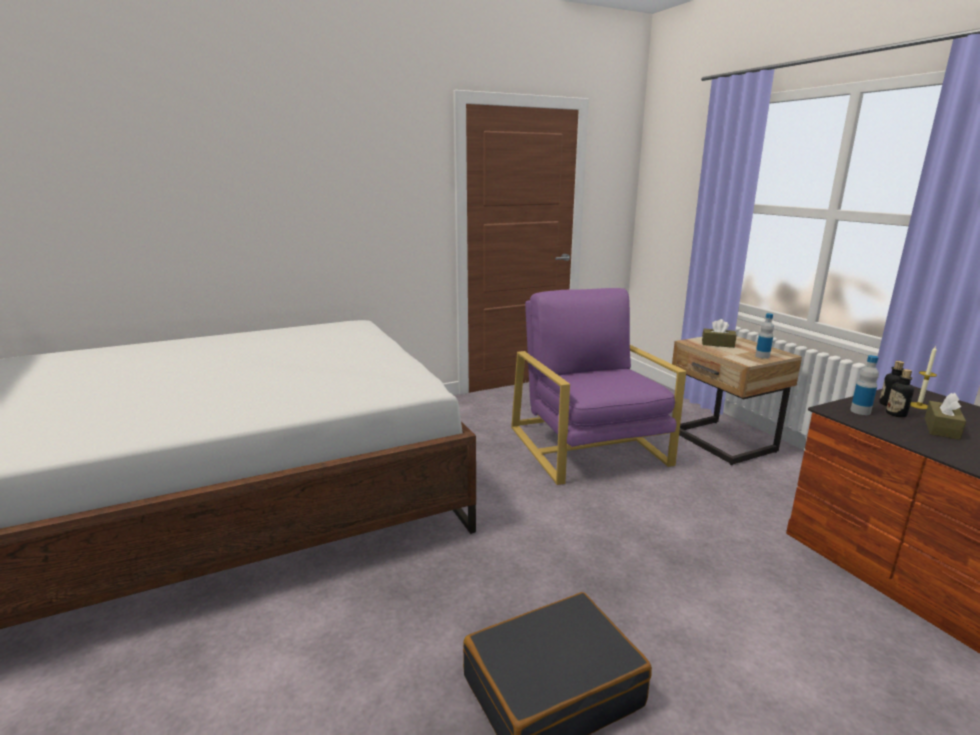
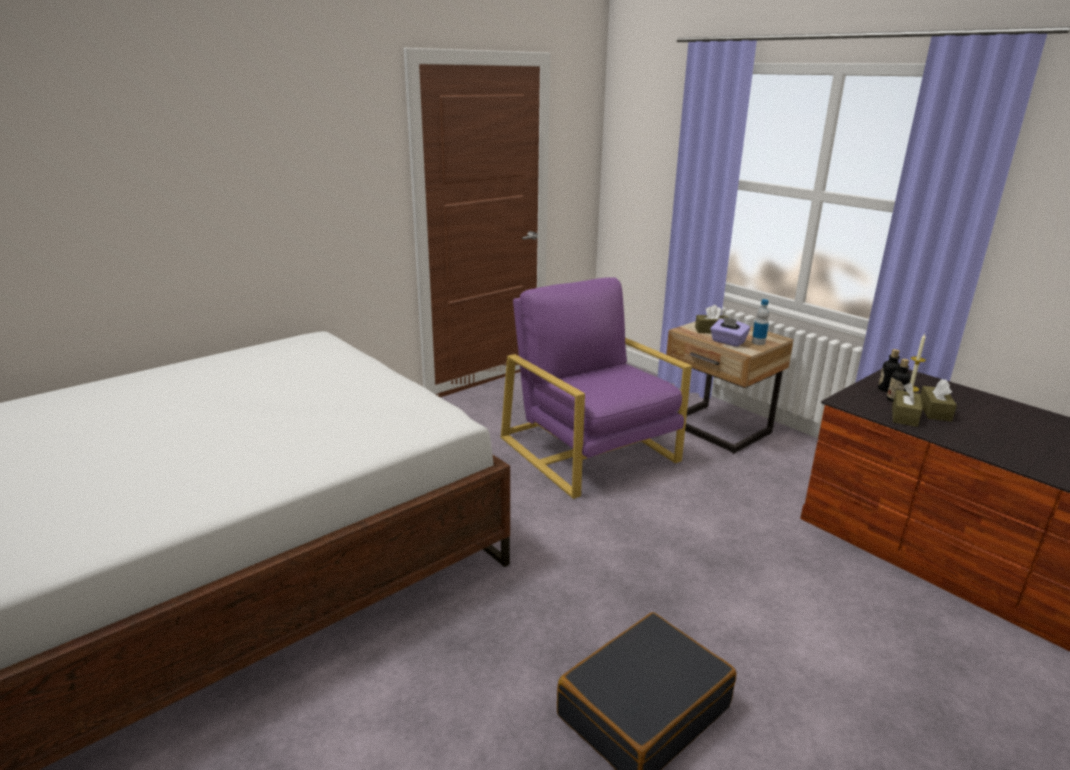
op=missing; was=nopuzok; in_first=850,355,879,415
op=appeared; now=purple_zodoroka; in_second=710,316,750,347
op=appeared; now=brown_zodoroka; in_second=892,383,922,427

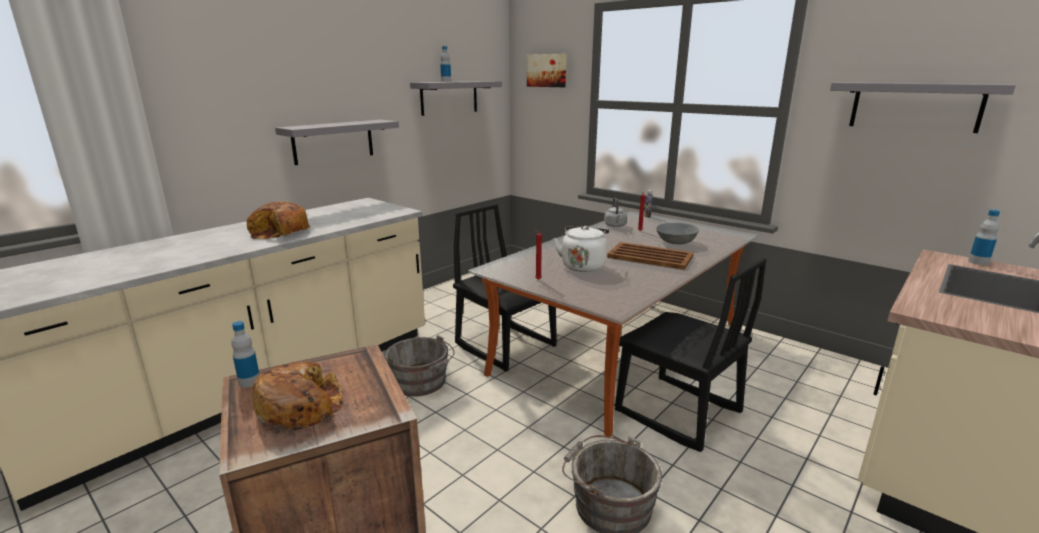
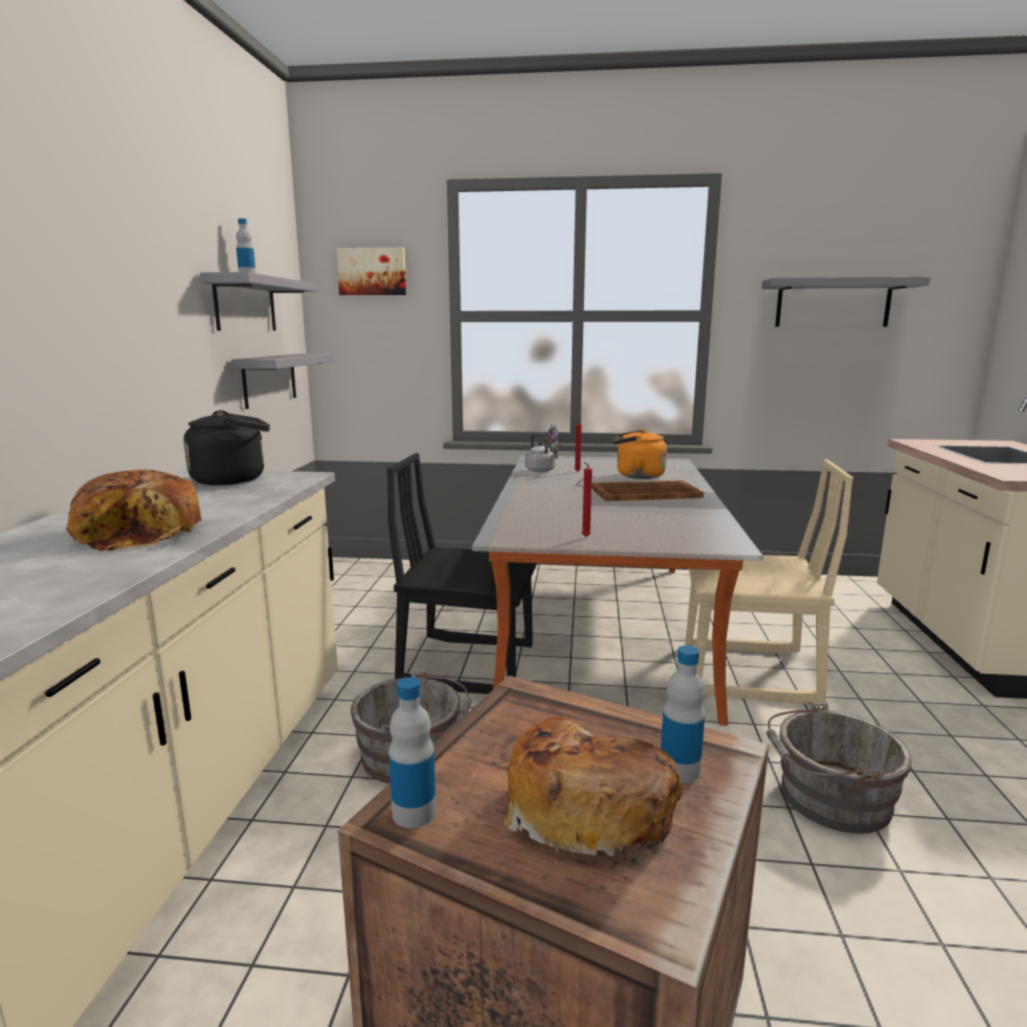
op=missing; was=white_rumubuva; in_first=553,226,609,272
op=appeared; now=black_rumubuva; in_second=184,410,270,485
op=relocated; was=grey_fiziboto; in_first=275,120,399,165; in_second=231,354,335,409
op=relocated; was=nopuzok; in_first=968,210,1000,265; in_second=661,645,705,783
op=exchanged; was=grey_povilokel; now=orange_rumubuva; in_first=656,223,699,244; in_second=612,429,667,479
op=colour; was=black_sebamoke; now=beige_sebamoke; in_first=615,258,767,452; in_second=686,459,853,704

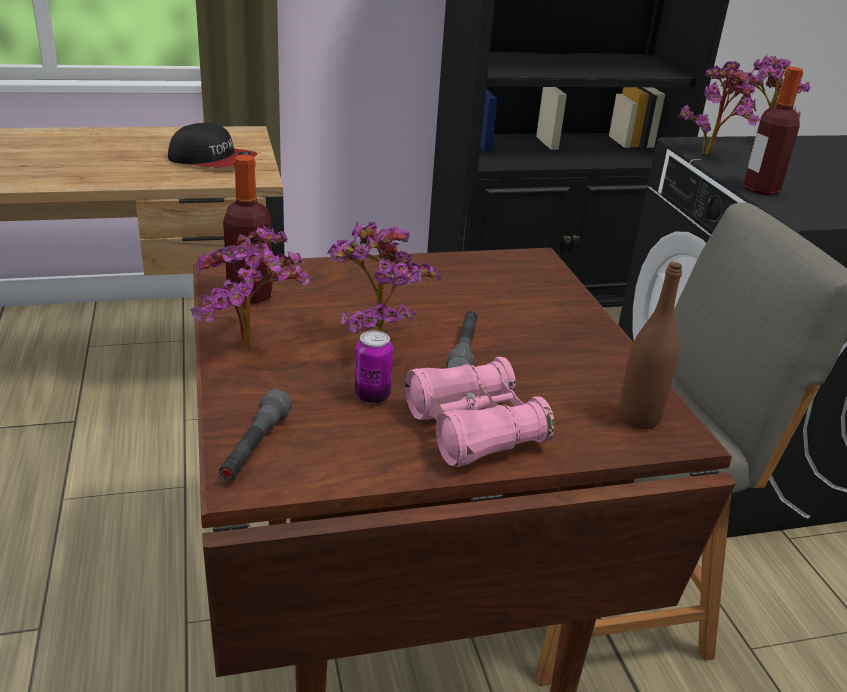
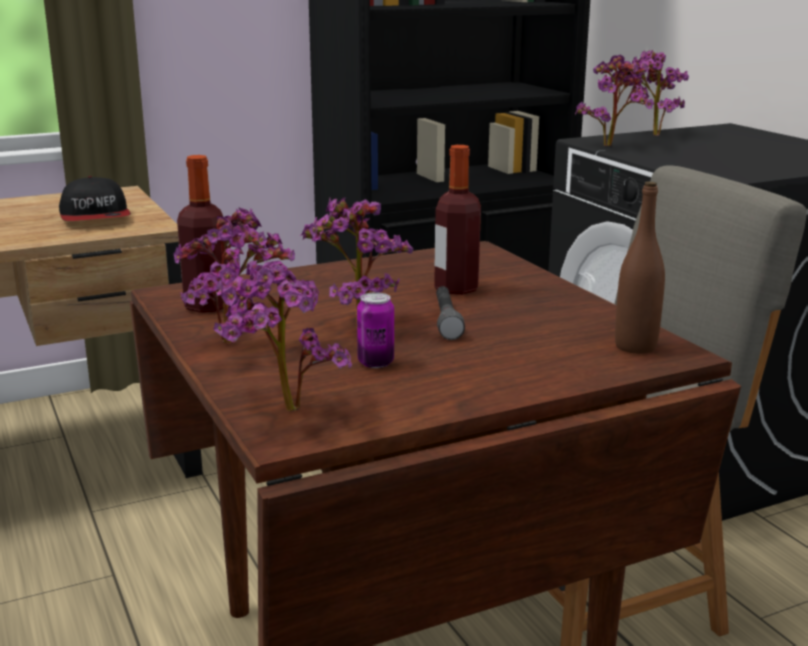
op=missing; was=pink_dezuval; in_first=405,357,555,467
op=relocated; was=nopuzok; in_first=743,67,803,195; in_second=434,145,481,295
op=exchanged; was=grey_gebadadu; now=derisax; in_first=219,389,292,480; in_second=213,261,352,412
op=spun; was=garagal; in_first=168,123,258,167; in_second=59,176,131,221; clockwise=60

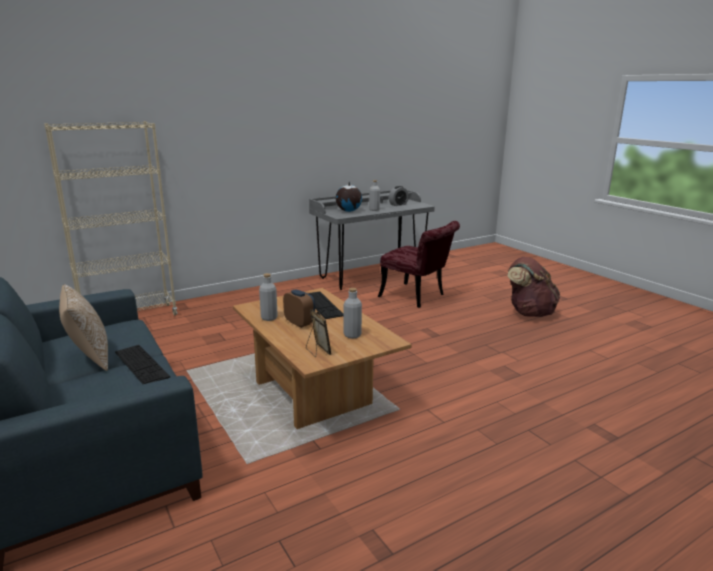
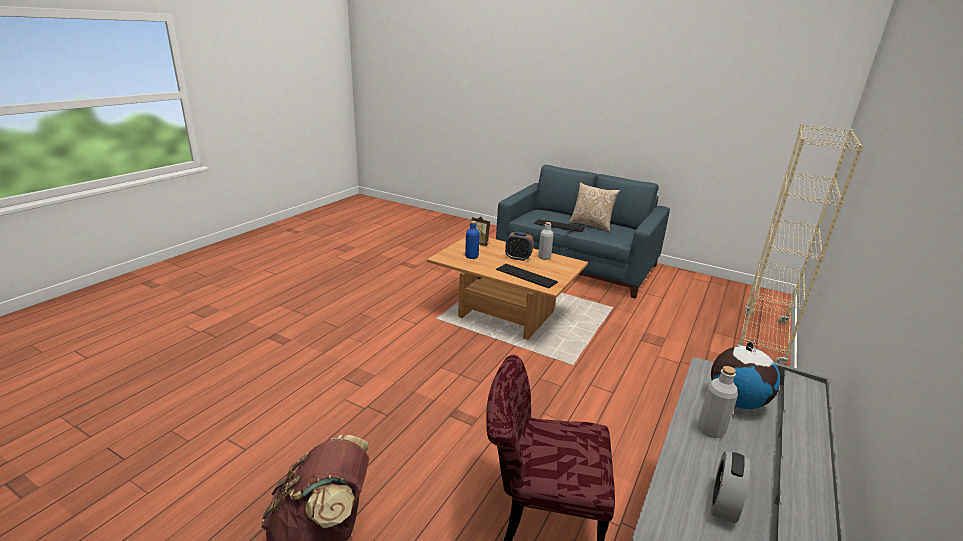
op=colour; was=grey_nopuzok; now=blue_nopuzok; in_first=344,288,362,339; in_second=465,221,480,259

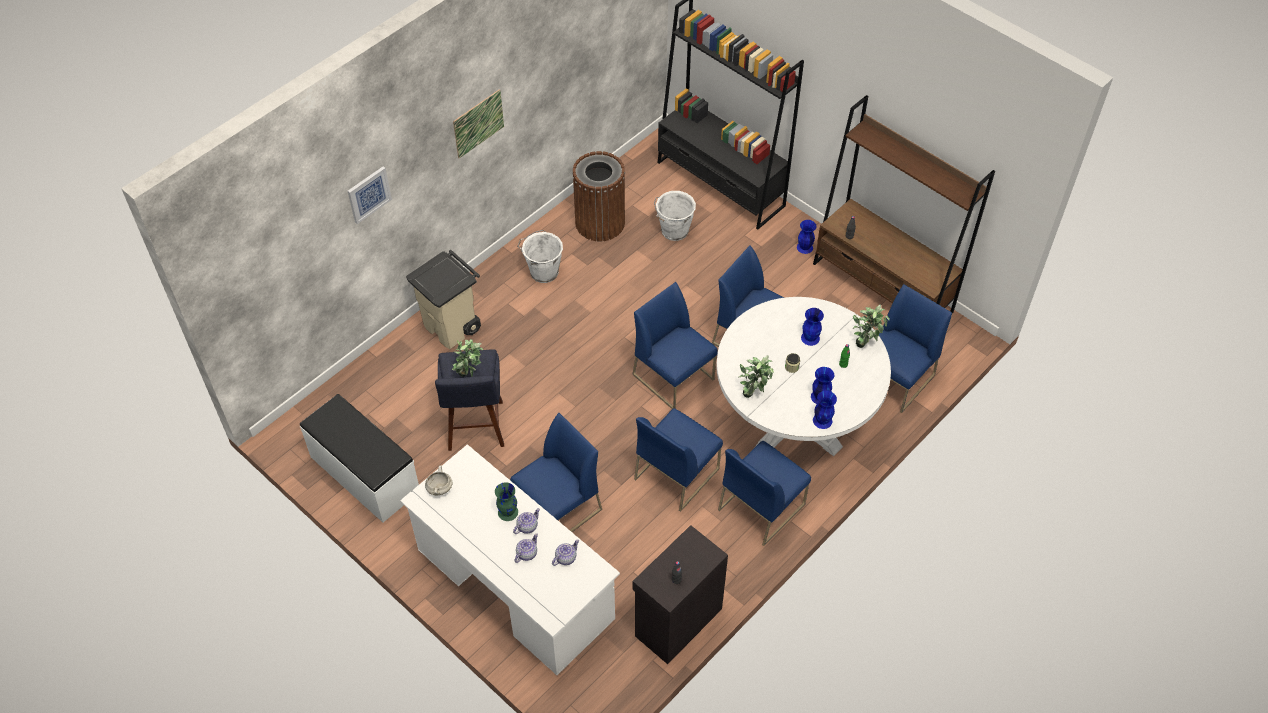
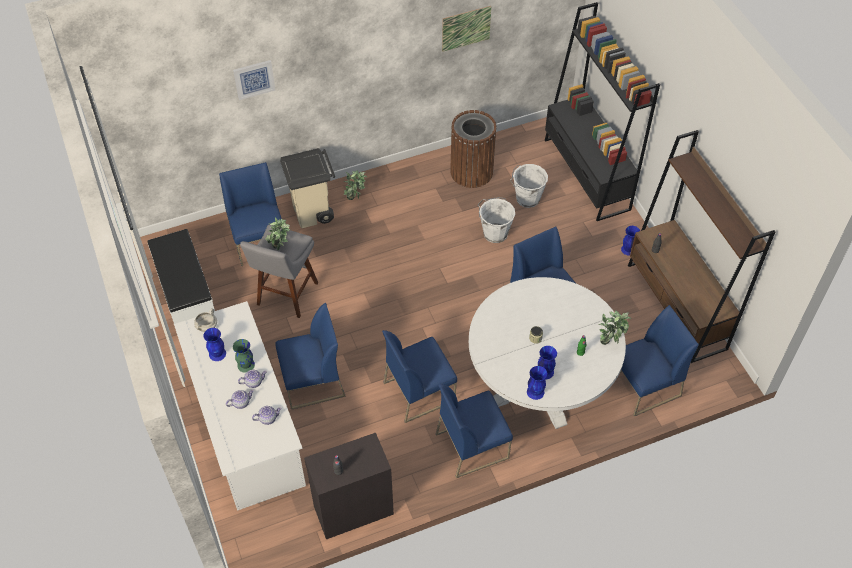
op=relocated; was=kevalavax; in_first=453,89,504,158; in_second=442,6,491,52
op=relocated; was=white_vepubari; in_first=517,230,563,283; in_second=477,197,515,243
op=relocated; was=blue_sebamoke; in_first=632,282,718,409; in_second=219,162,282,266
op=relocated; was=derisax; in_first=738,355,774,398; in_second=343,170,367,200
op=relocated; was=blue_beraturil; in_first=801,308,824,346; in_second=203,328,226,361
op=colour; was=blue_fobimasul; now=grey_fobimasul; in_first=435,349,504,451; in_second=240,225,318,318

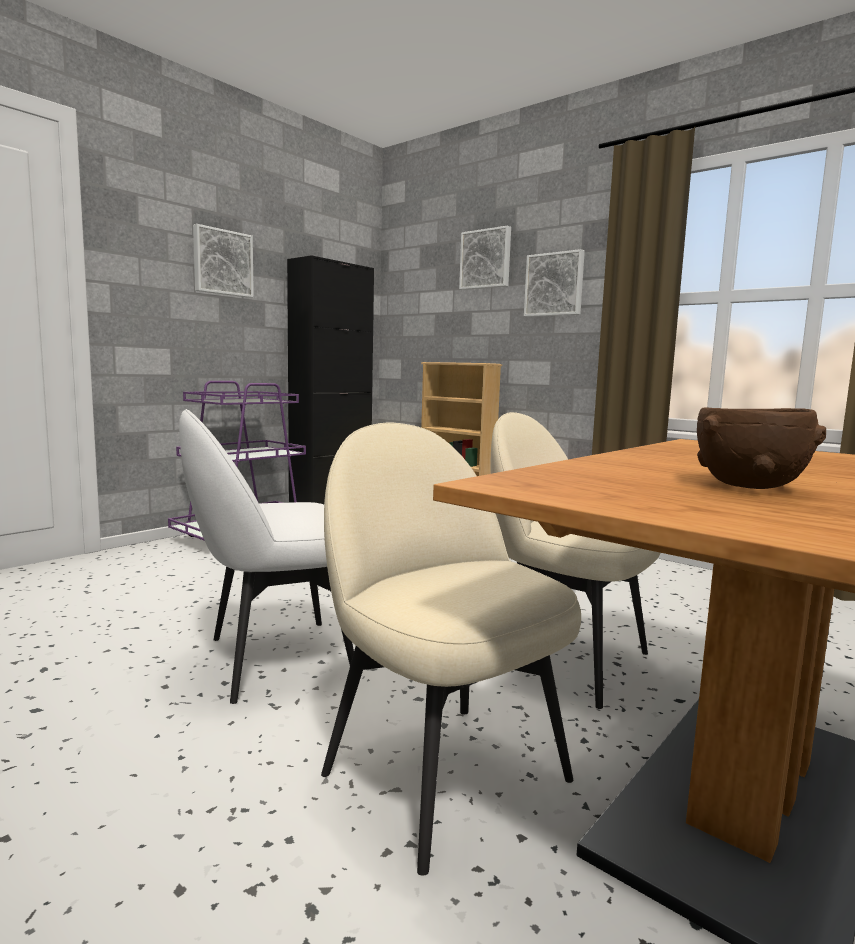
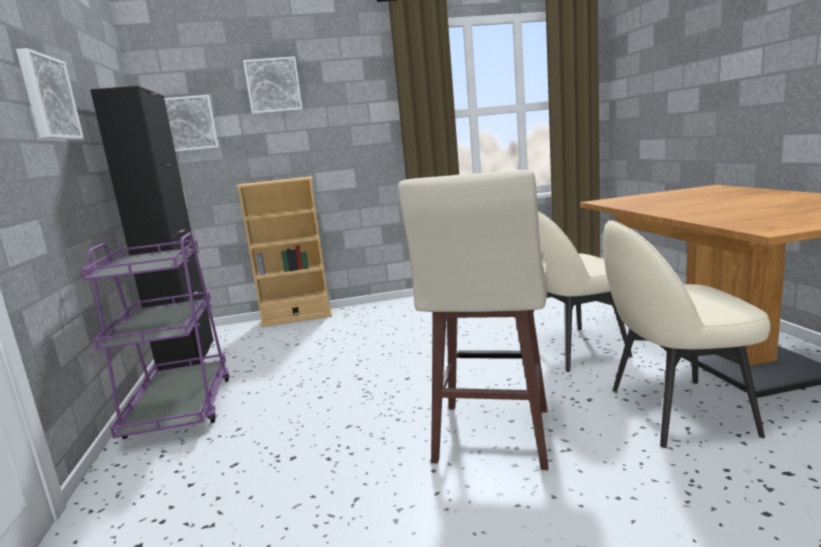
op=missing; was=brown_povilokel; in_first=697,408,826,489
op=relocated; was=kevalavax; in_first=524,249,585,317; in_second=164,95,219,152
op=exchanged; was=white_sebamoke; now=beige_fobimasul; in_first=179,409,354,704; in_second=398,170,549,470

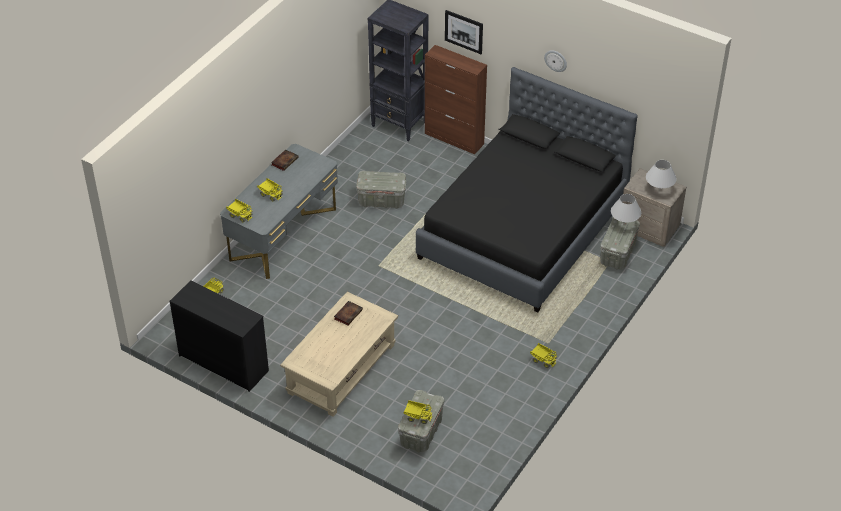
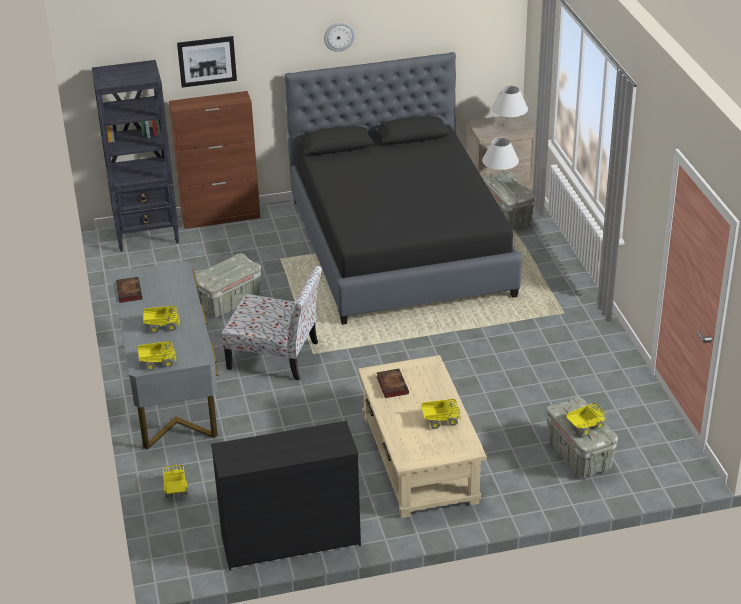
op=appeared; now=sebamoke; in_second=221,266,322,380
op=relocated; was=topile; in_first=530,343,557,368; in_second=421,399,461,429

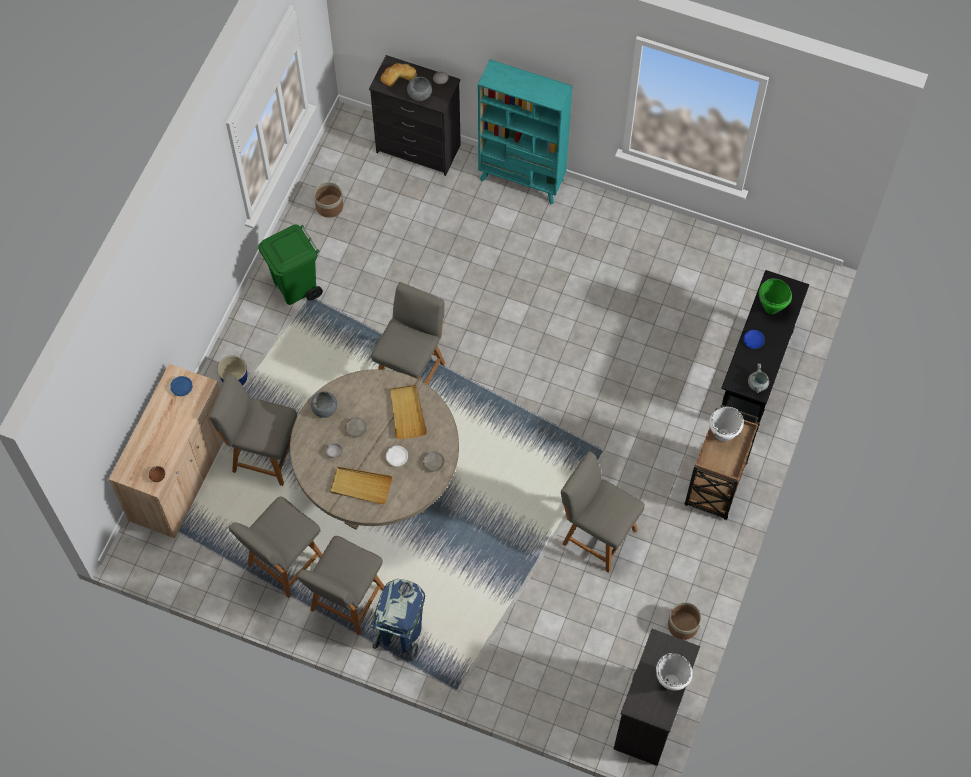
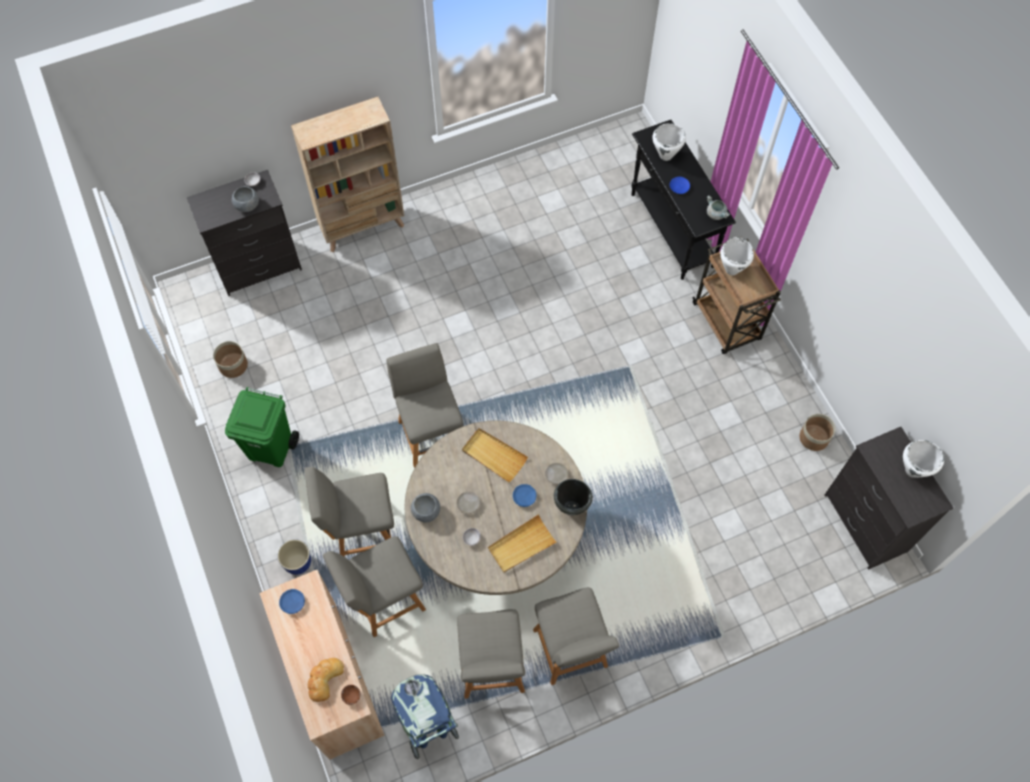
op=appeared; now=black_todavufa; in_second=554,479,593,515
op=relocated; was=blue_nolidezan; in_first=370,579,425,661; in_second=391,674,459,759
op=relocated; was=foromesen; in_first=381,63,417,87; in_second=308,658,344,702
op=relocated; was=grey_sebamoke; in_first=561,451,645,573; in_second=305,467,394,557
op=colour; was=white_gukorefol; now=blue_gukorefol; in_first=386,446,408,466; in_second=513,484,537,507
op=colour; was=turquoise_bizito; now=beige_bizito; in_first=478,59,572,204; in_second=291,96,404,252
op=colour; was=green_todavufa; now=white_todavufa; in_first=759,278,792,314; in_second=652,123,686,161

